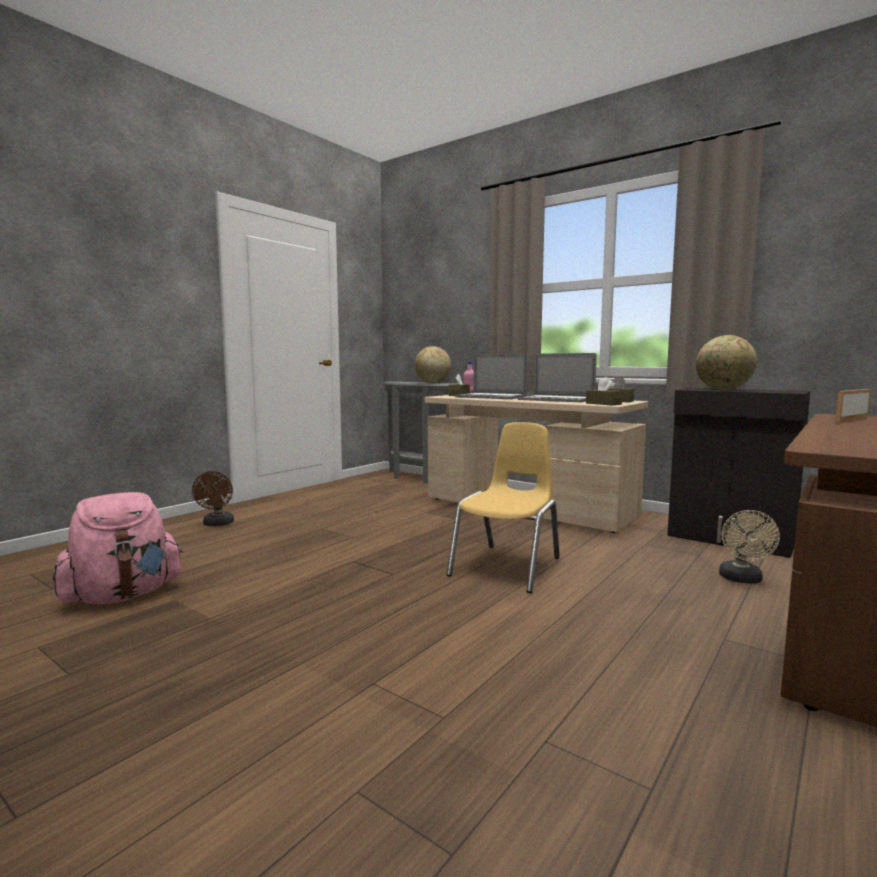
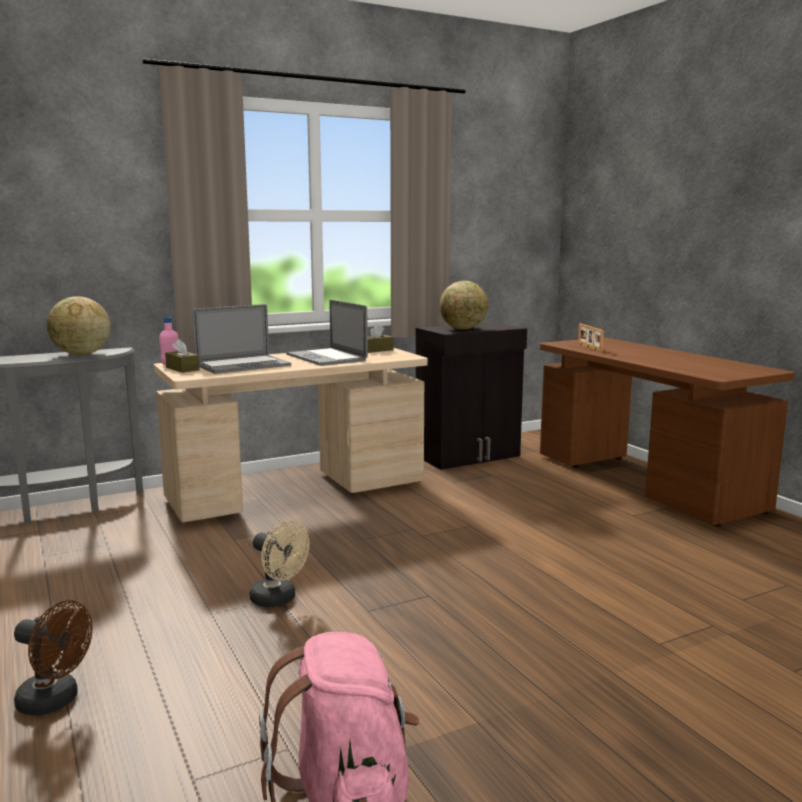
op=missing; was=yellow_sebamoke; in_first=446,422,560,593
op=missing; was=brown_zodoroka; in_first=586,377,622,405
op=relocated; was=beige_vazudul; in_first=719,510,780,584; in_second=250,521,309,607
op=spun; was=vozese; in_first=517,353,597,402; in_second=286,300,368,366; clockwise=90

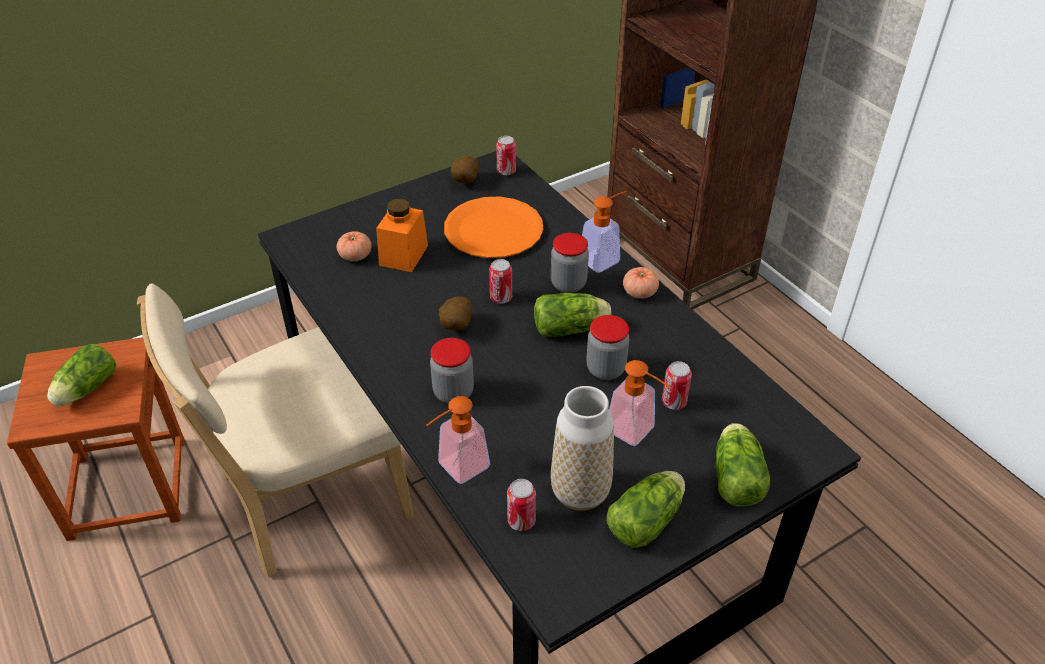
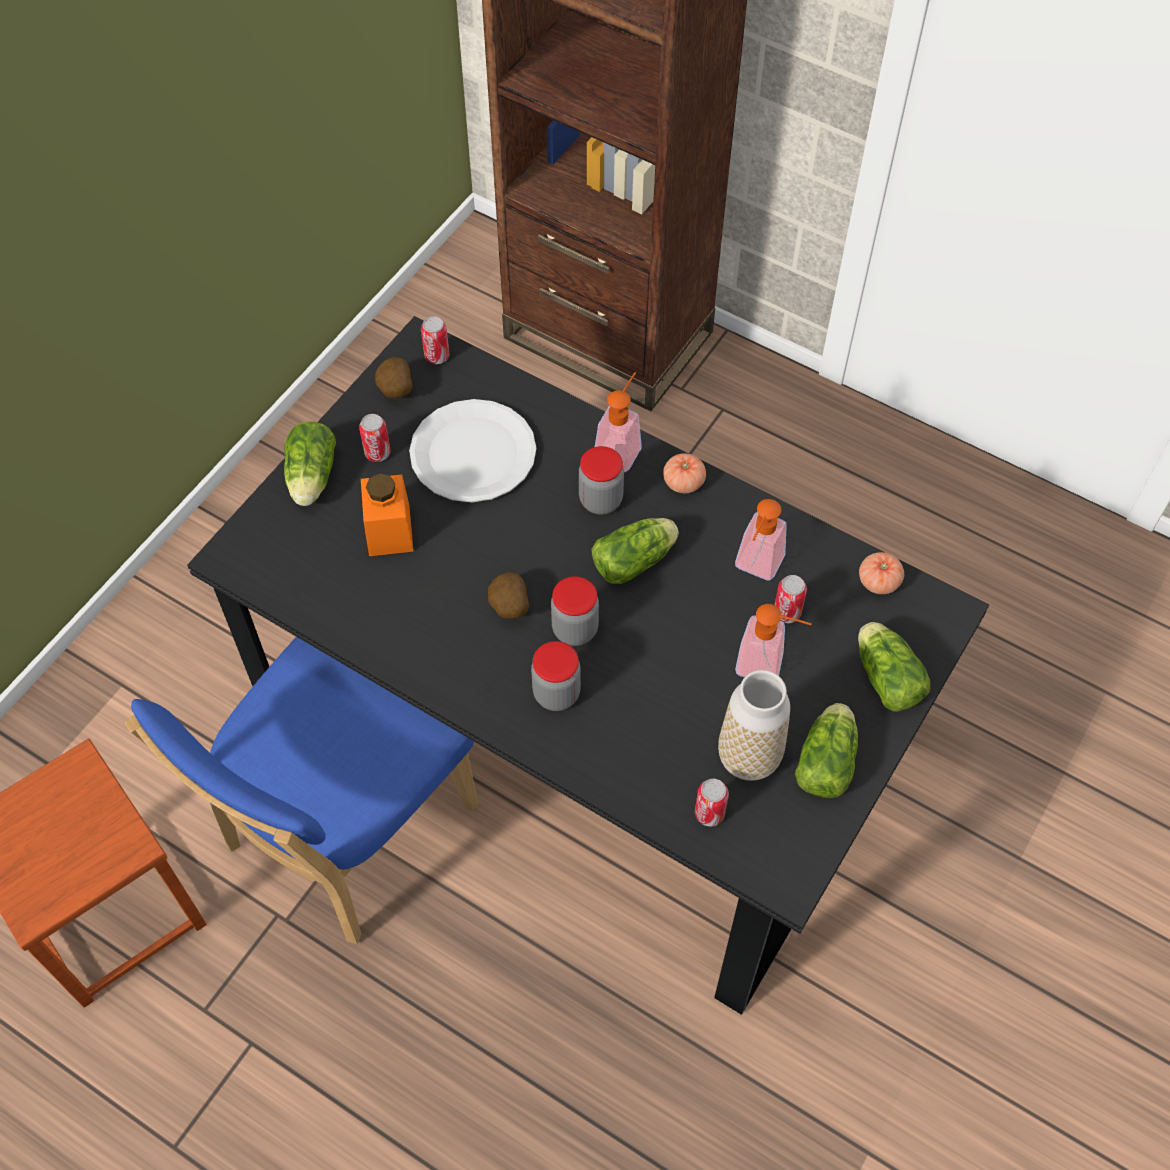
op=relocated; was=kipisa; in_first=47,344,116,406; in_second=284,421,336,506
op=relocated; was=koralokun; in_first=337,231,372,261; in_second=859,552,904,594
op=relocated; was=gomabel; in_first=427,396,490,484; in_second=735,499,787,581
op=relocated; was=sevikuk; in_first=489,259,512,304; in_second=359,414,391,462
op=relocated; was=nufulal; in_first=586,315,630,380; in_second=551,576,599,646
op=colour; was=beige_sebamoke; now=blue_sebamoke; in_first=137,283,414,578; in_second=125,637,478,944
op=colour; was=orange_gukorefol; now=white_gukorefol; in_first=444,197,544,258; in_second=409,399,536,502

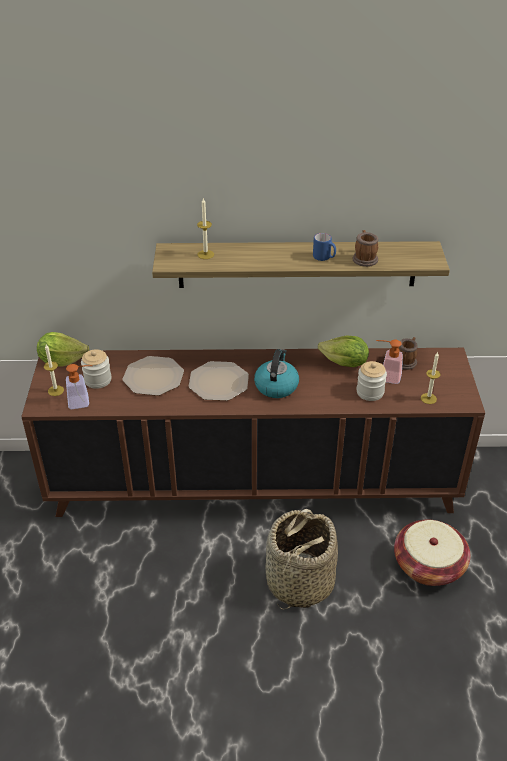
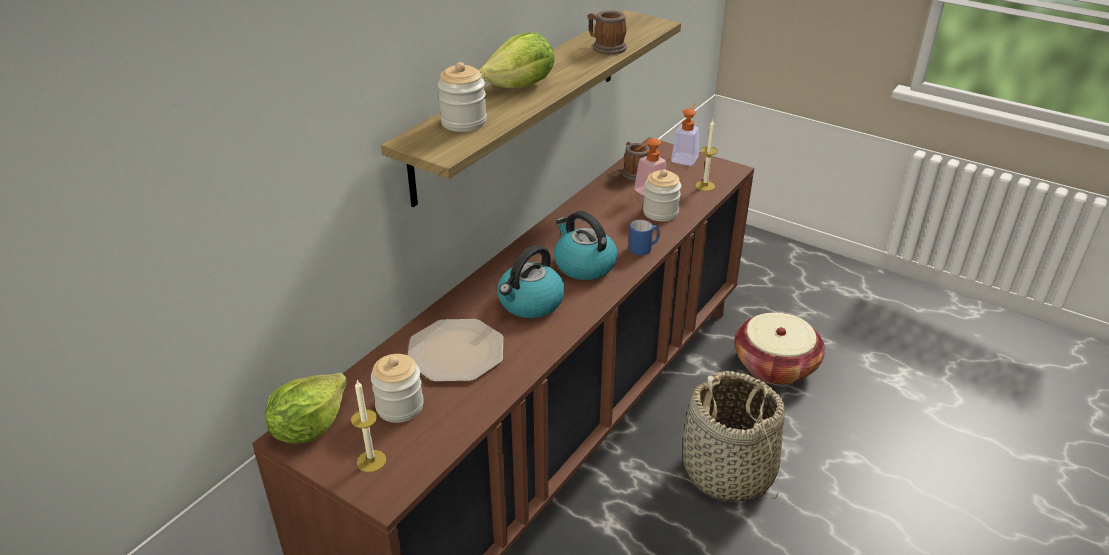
op=relocated; was=gomabel; in_first=66,364,93,409; in_second=671,103,699,166
op=relocated; was=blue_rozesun; in_first=313,233,336,261; in_second=629,220,660,255
op=relocated; was=kipisa; in_first=318,335,369,367; in_second=479,32,555,88
op=exchanged; was=gukorefol; now=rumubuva; in_first=189,361,249,401; in_second=497,245,565,318
op=exchanged; was=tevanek; now=nufulal; in_first=197,198,214,259; in_second=438,62,487,132

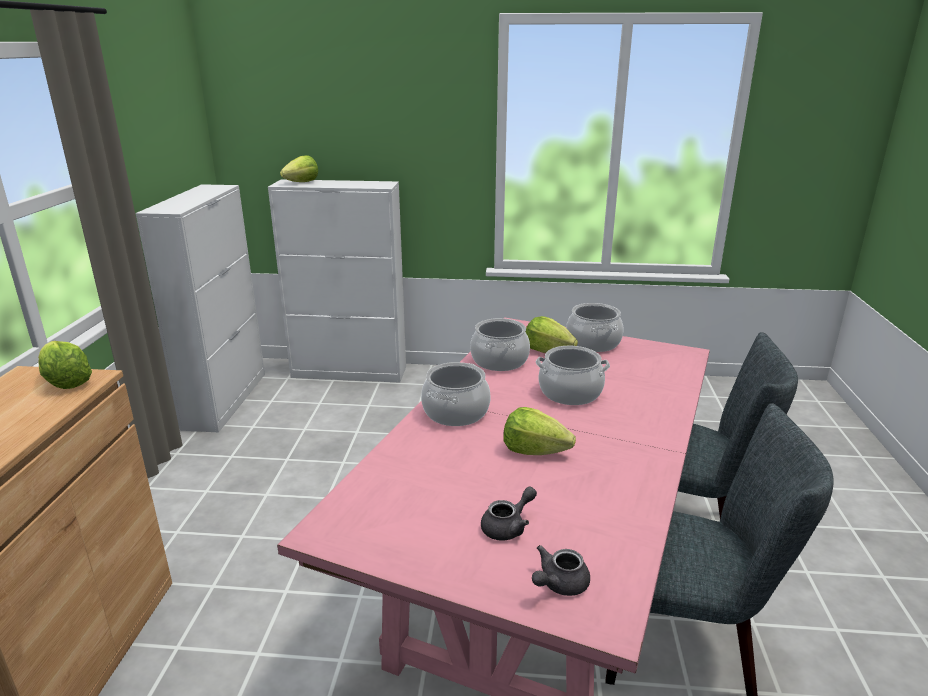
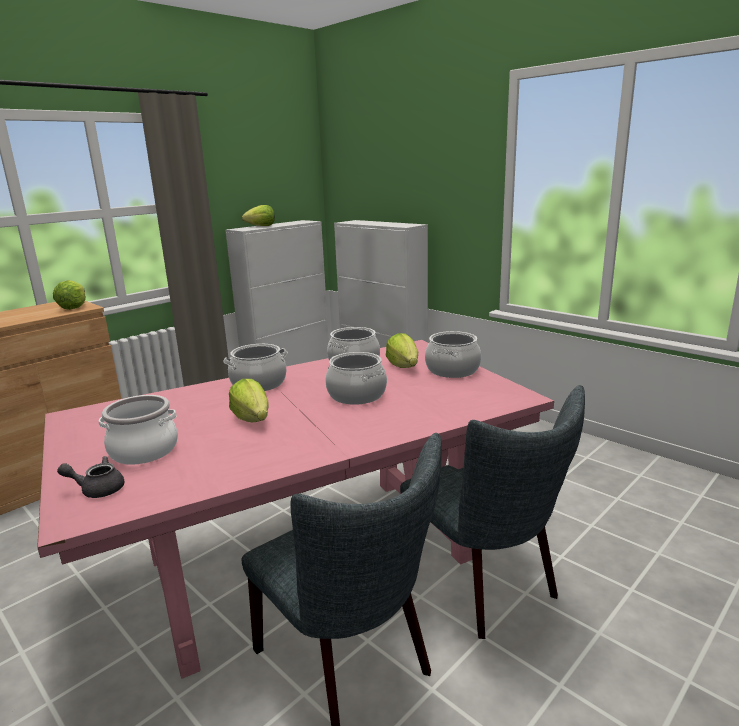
op=relocated; was=kipisa; in_first=280,155,318,182; in_second=242,205,275,226
op=exchanged; was=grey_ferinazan; now=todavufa; in_first=481,486,537,541; in_second=99,395,178,465

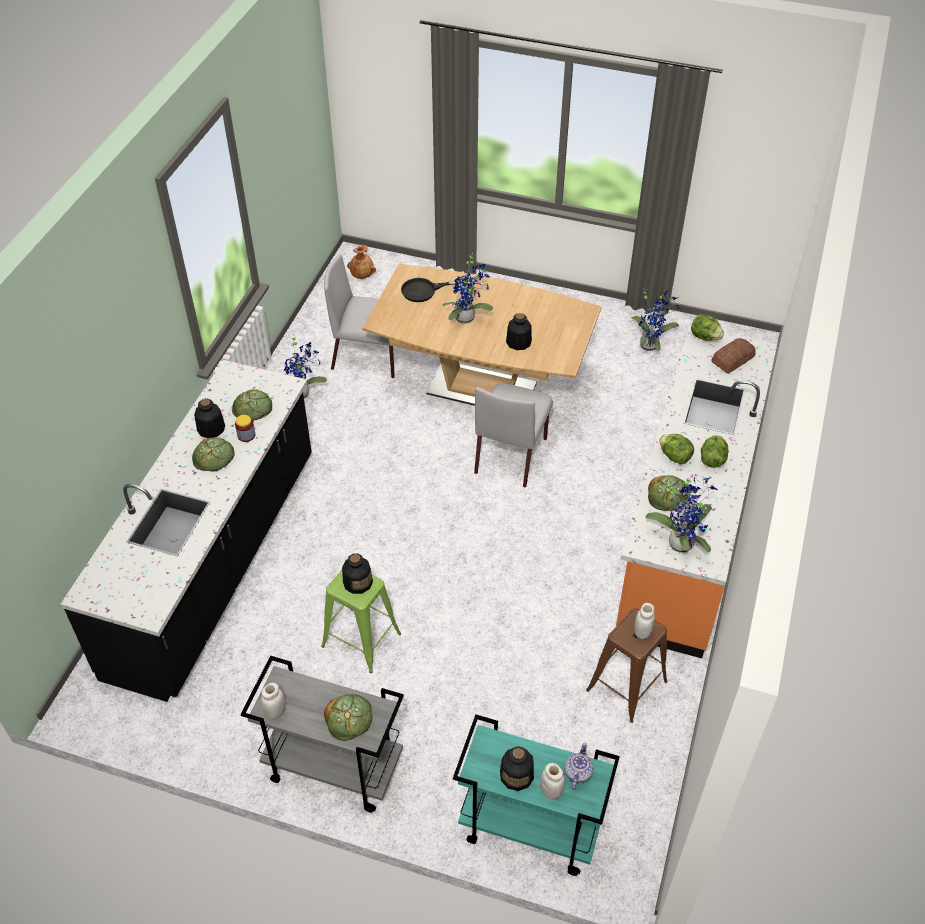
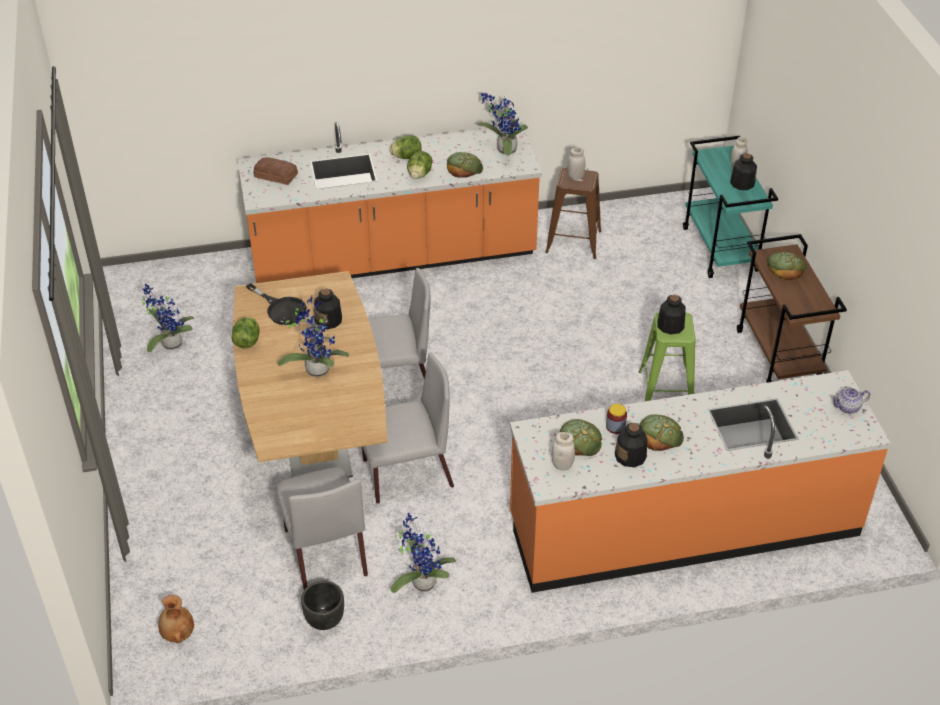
op=appeared; now=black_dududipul; in_second=301,581,344,630
op=appeared; now=grey_sebamoke; in_second=362,352,454,504
op=relocated; was=white_nufulal; in_first=261,682,286,720; in_second=552,432,575,470
op=relocated; was=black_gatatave; in_first=401,278,468,302; in_second=246,283,307,325
op=relocated; was=ferinazan; in_first=564,743,593,790; in_second=831,388,870,414
op=relocated; was=kipisa; in_first=691,314,724,341; in_second=231,316,260,348
op=colour; was=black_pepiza; now=orange_pepiza; in_first=60,360,312,702; in_second=510,370,891,593
op=colour; was=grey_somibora; now=brown_somibora; in_first=241,656,404,813; in_second=737,234,847,383

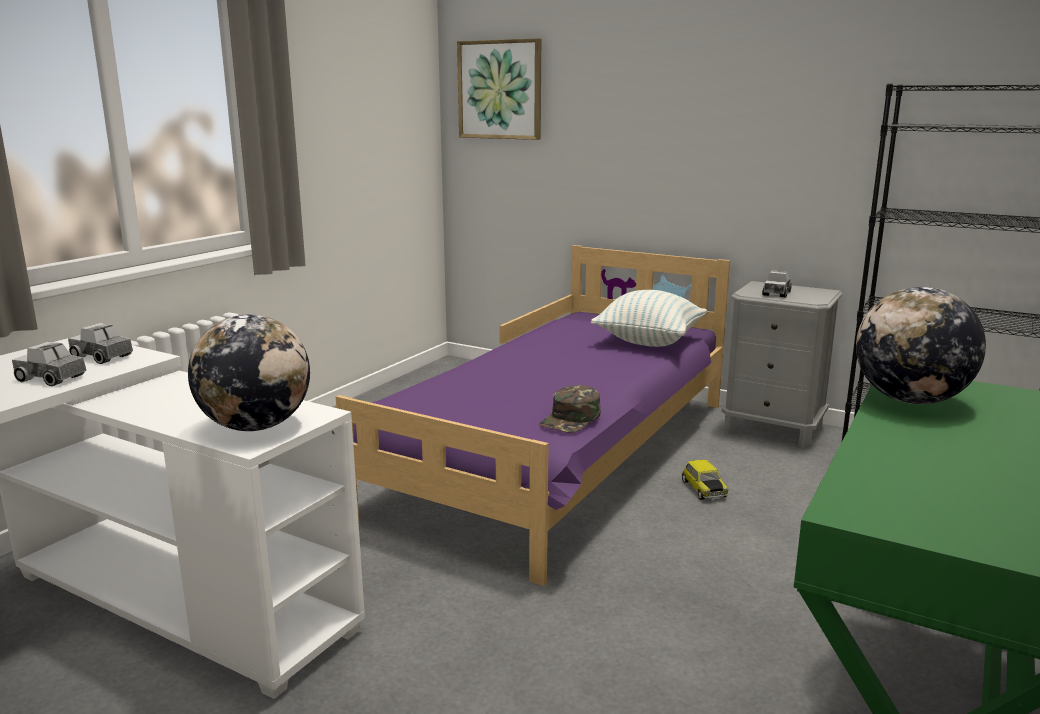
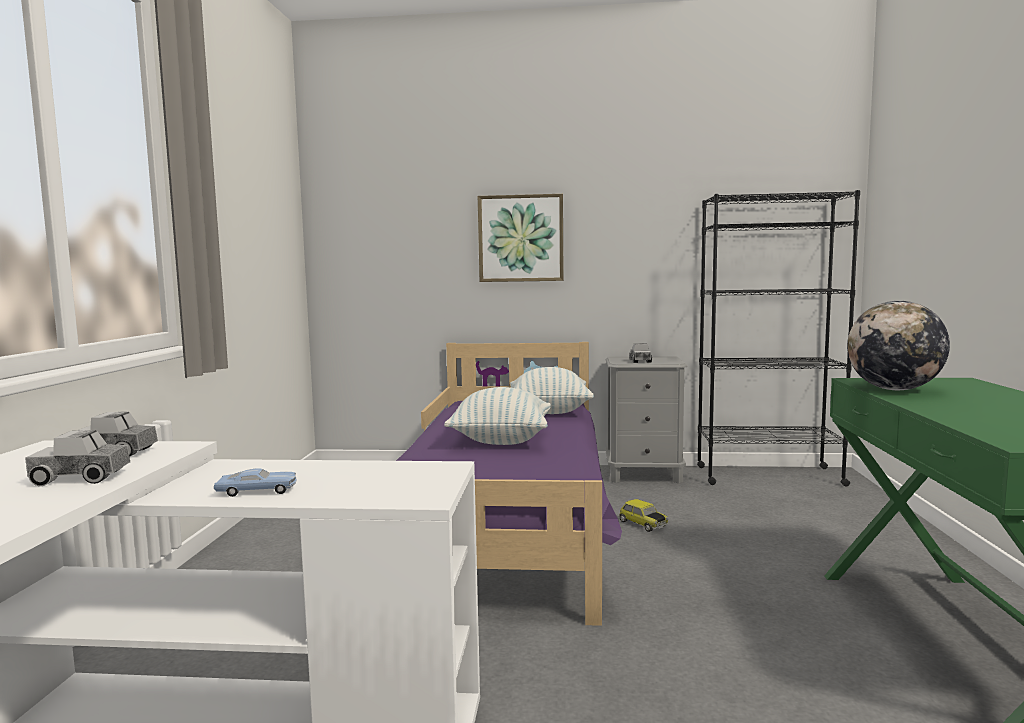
op=missing; was=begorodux; in_first=188,314,310,431
op=missing; was=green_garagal; in_first=539,385,601,433
op=appeared; now=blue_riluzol; in_second=214,468,297,497
op=appeared; now=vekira; in_second=444,387,551,445
op=relocated; was=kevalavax; in_first=457,38,541,140; in_second=478,194,564,282

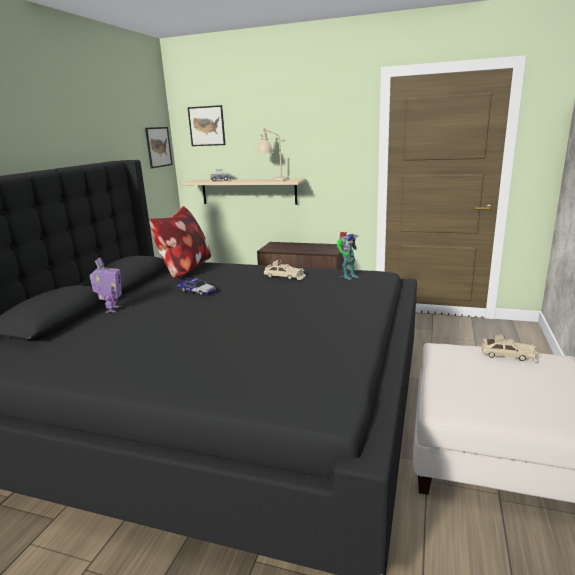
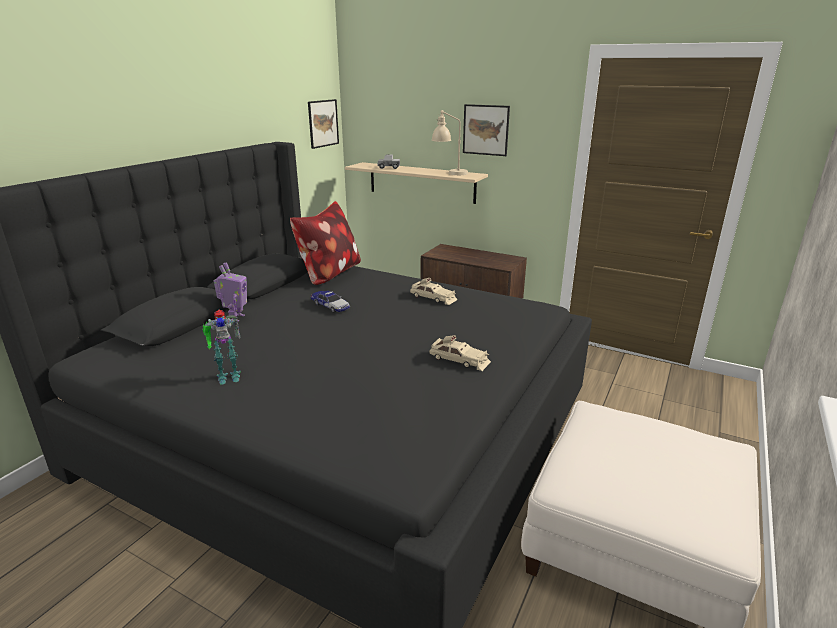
op=relocated; was=kevalavax; in_first=188,105,225,146; in_second=463,104,510,156
op=relocated; was=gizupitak; in_first=336,232,359,280; in_second=202,310,241,385
op=relocated; was=beige_riluzol; in_first=481,334,539,362; in_second=429,335,491,371

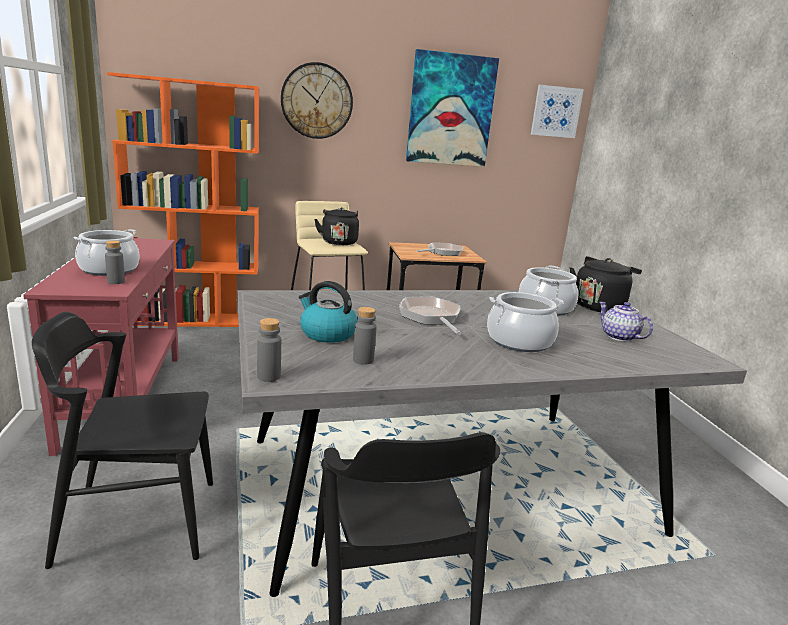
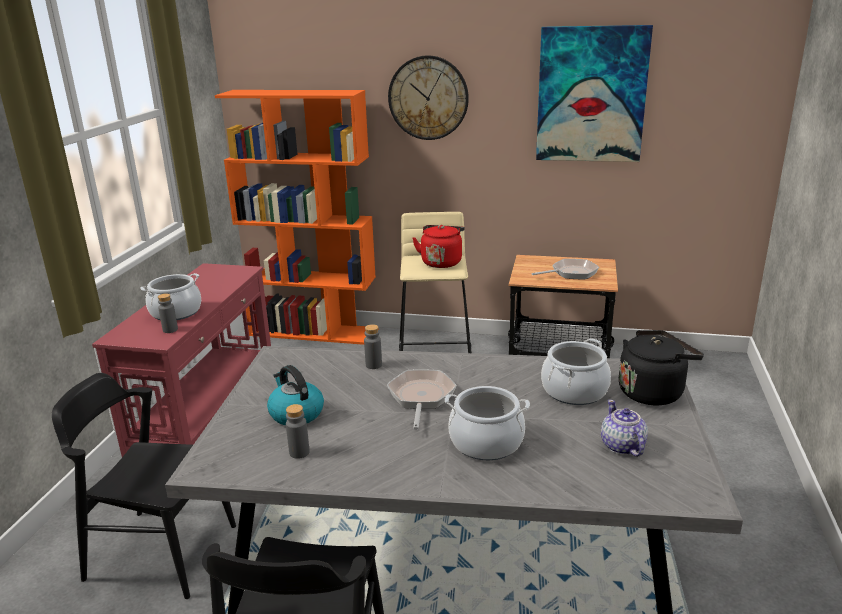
op=missing; was=kevalavax; in_first=531,85,584,138
op=relocated; was=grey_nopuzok; in_first=257,318,281,382; in_second=364,324,382,369
op=colour; was=black_rumubuva; now=red_rumubuva; in_first=314,207,359,245; in_second=412,225,465,268

